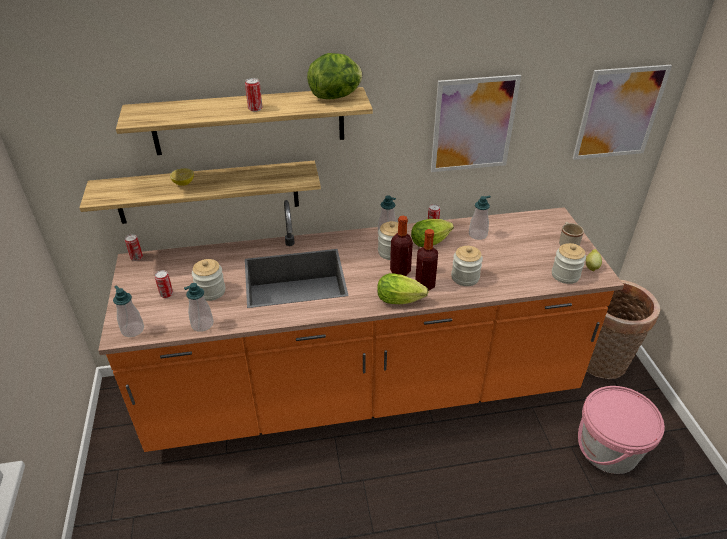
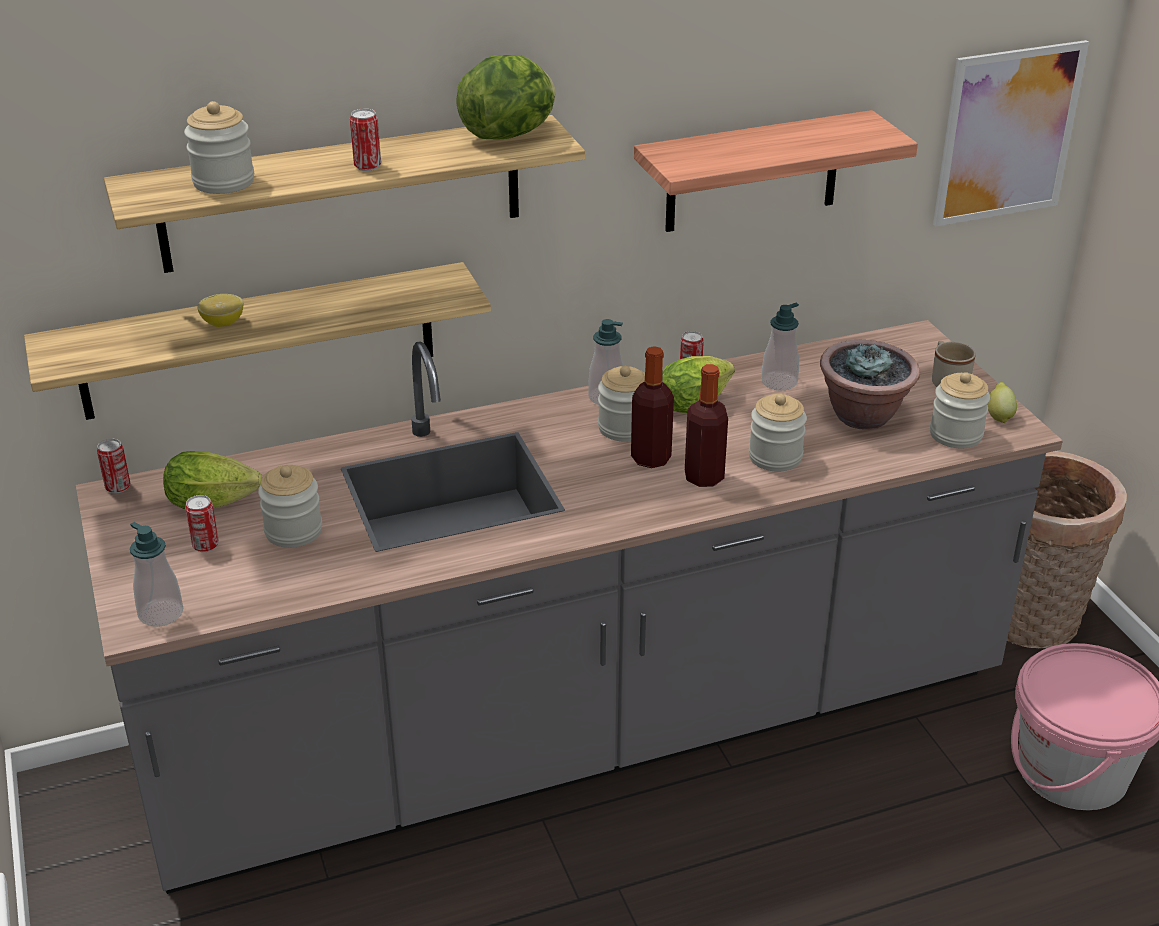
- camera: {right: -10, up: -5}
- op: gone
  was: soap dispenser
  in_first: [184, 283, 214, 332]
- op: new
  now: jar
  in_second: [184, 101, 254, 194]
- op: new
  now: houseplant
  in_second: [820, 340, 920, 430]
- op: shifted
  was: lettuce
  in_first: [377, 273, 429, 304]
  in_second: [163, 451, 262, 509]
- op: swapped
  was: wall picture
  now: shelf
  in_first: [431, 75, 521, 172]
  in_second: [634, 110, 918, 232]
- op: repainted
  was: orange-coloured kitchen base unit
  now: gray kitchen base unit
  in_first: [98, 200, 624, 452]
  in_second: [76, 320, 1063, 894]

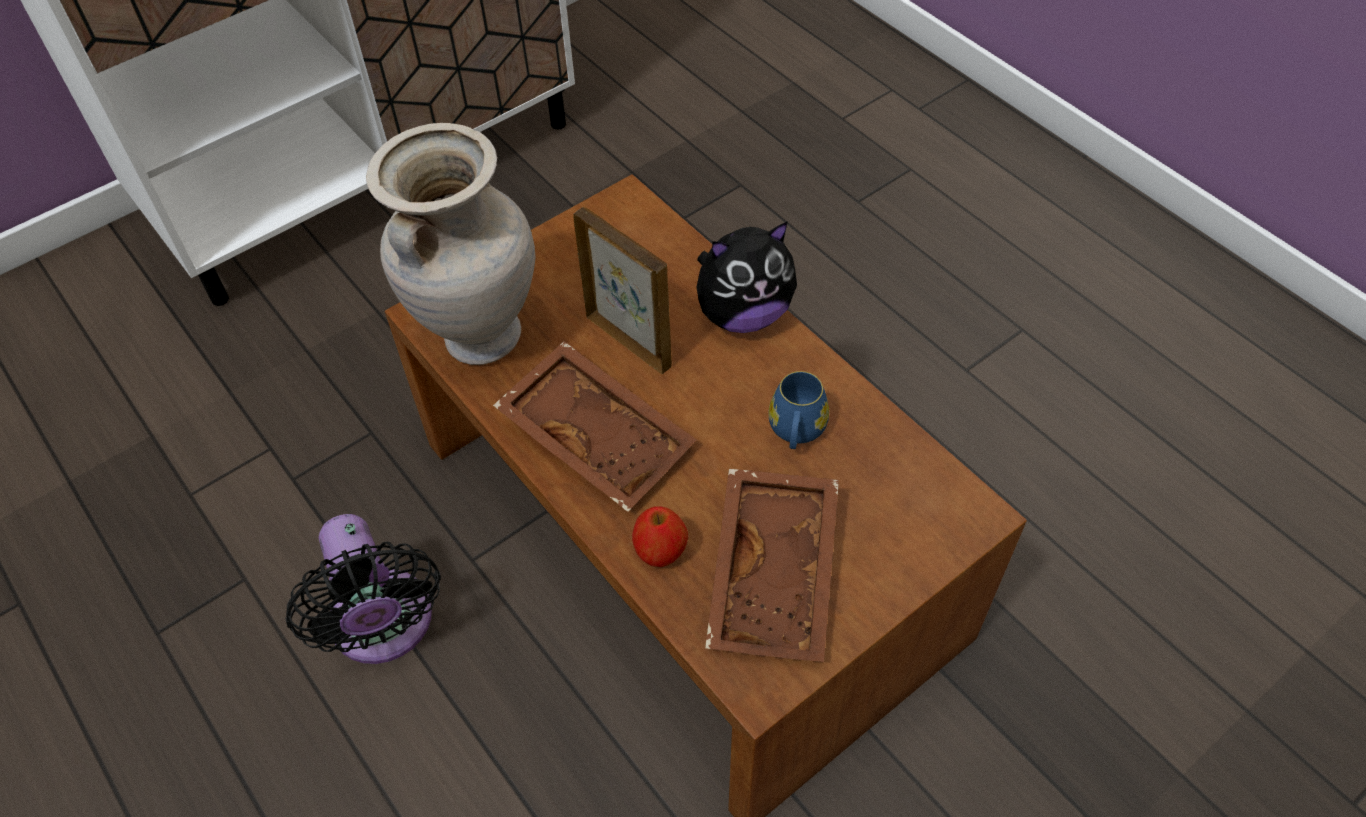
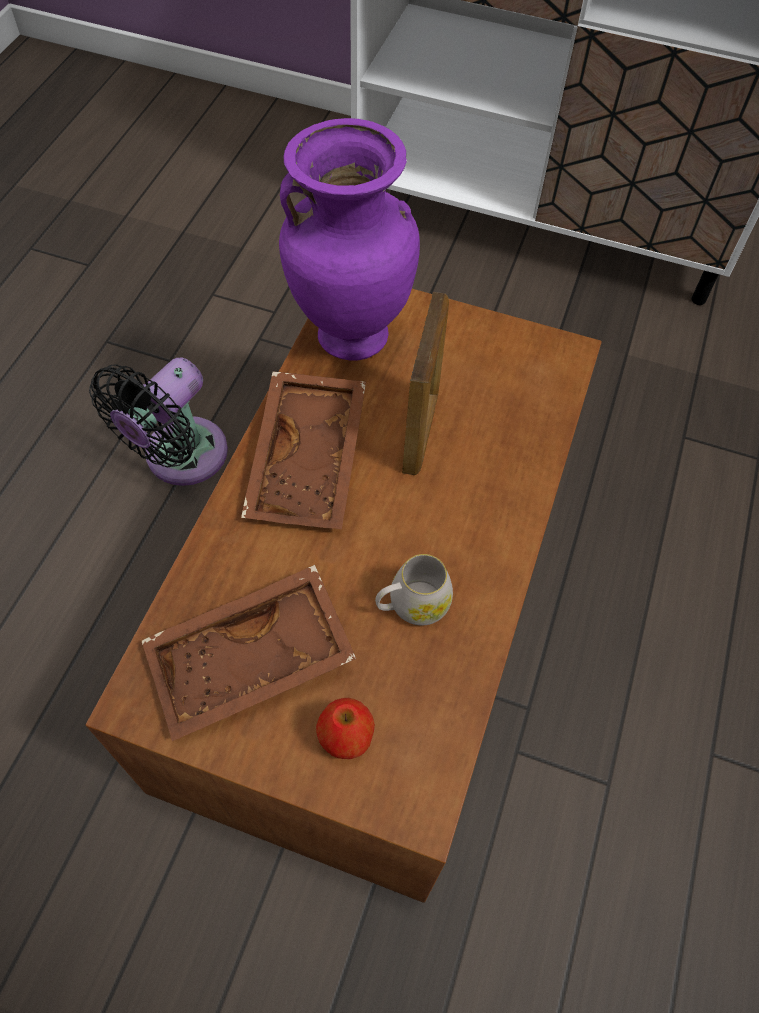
- camera: {right: 55, up: 5}
- op: gone
  was: plush toy
  in_first: [697, 221, 797, 333]
- op: shifted
  was: apple fruit
  in_first: [632, 506, 688, 567]
  in_second: [316, 698, 375, 759]
- op: repainted
  was: sand-coloured decorative vase
  now: purplish decorative vase
  in_first: [366, 123, 536, 365]
  in_second: [279, 118, 420, 361]
- op: repainted
  was: bluish tea mug
  now: whitish tea mug
  in_first: [769, 371, 829, 449]
  in_second: [375, 554, 453, 625]

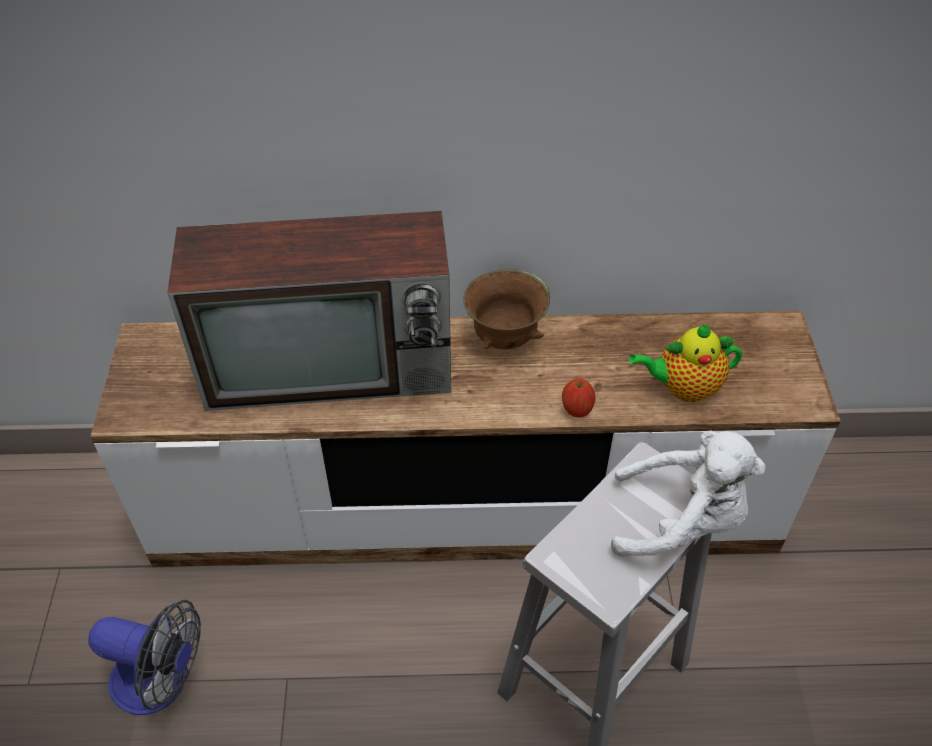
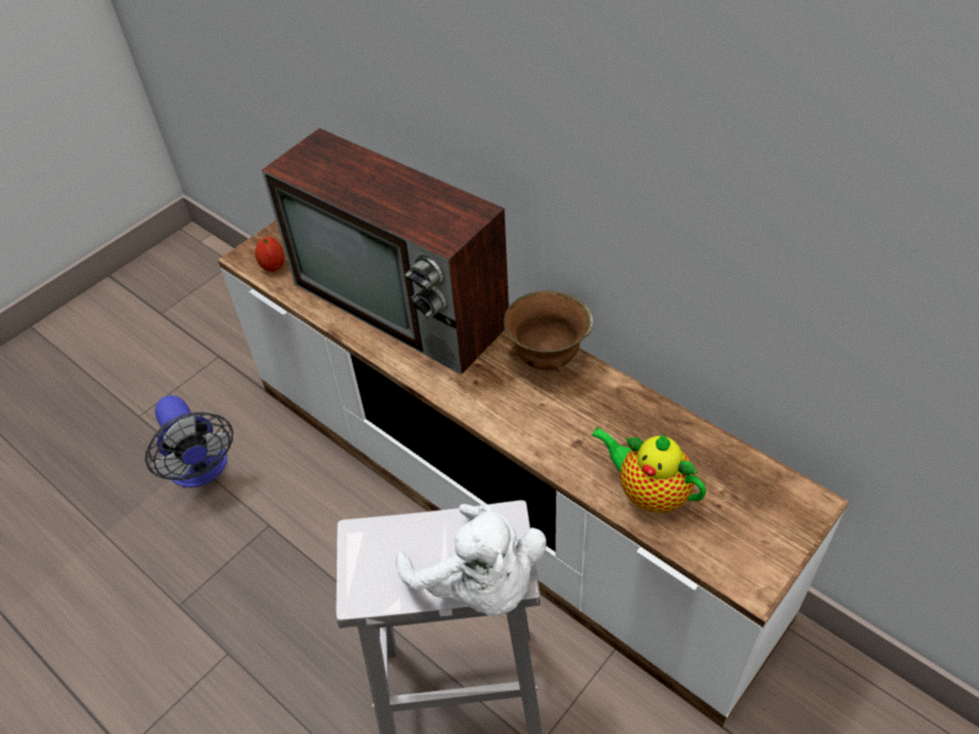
- camera: {right: 45, up: 0}
- op: shifted
  was: apple fruit
  in_first: [562, 378, 596, 418]
  in_second: [255, 236, 284, 272]

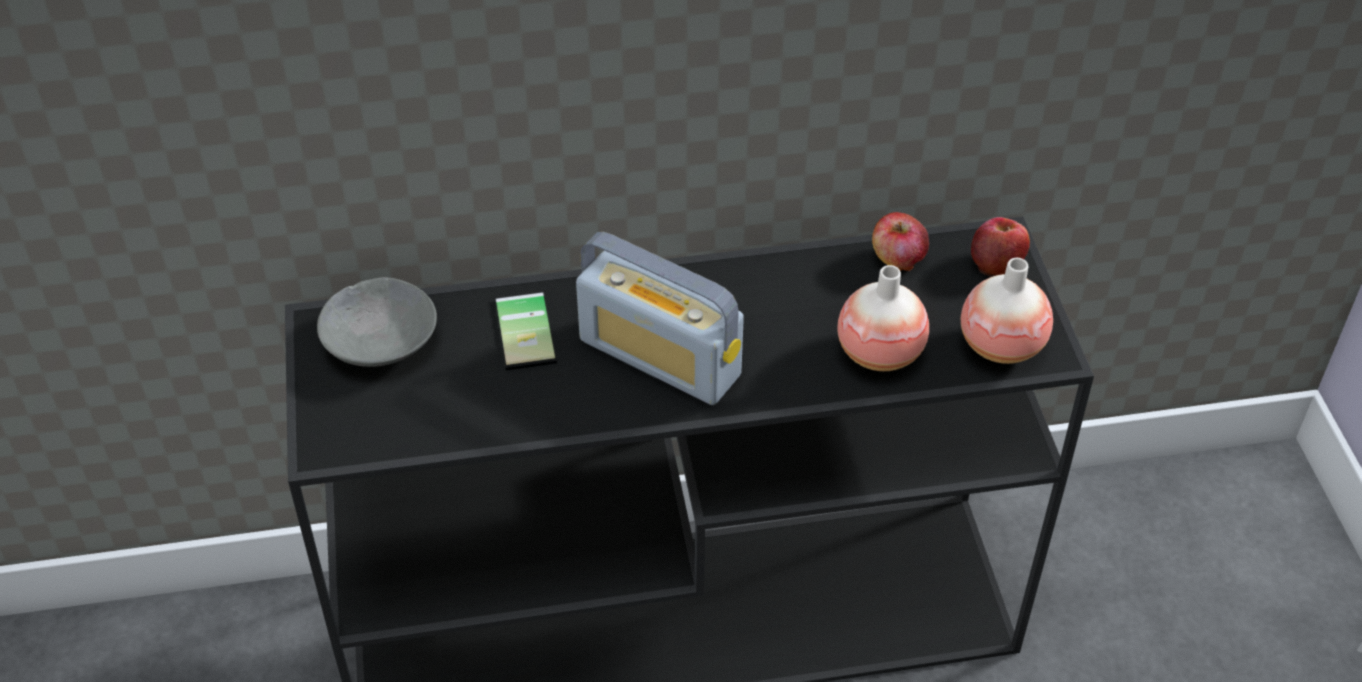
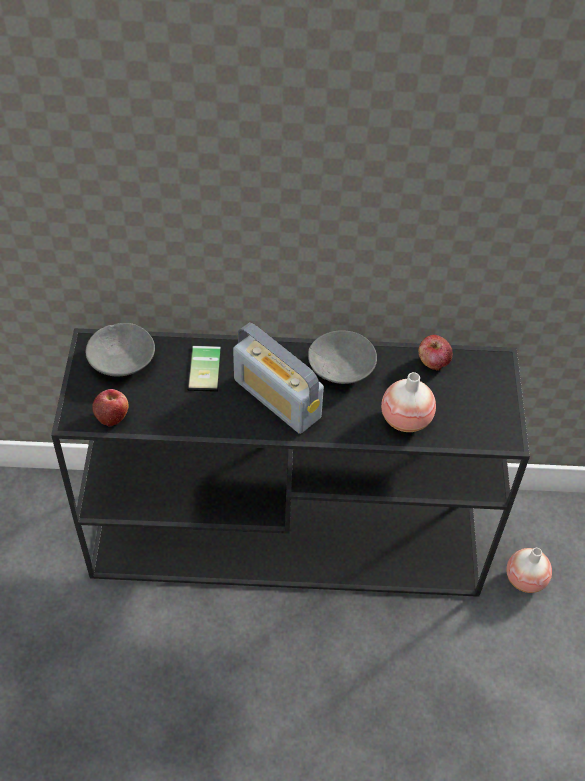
- camera: {right: 10, up: 5}
- op: new
  now: gray bowl
  in_second: [308, 330, 377, 384]
- op: shifted
  was: decorative vase
  in_first: [961, 258, 1053, 364]
  in_second: [507, 548, 552, 593]
- op: shifted
  was: apple fruit
  in_first: [971, 217, 1030, 276]
  in_second: [92, 389, 129, 426]

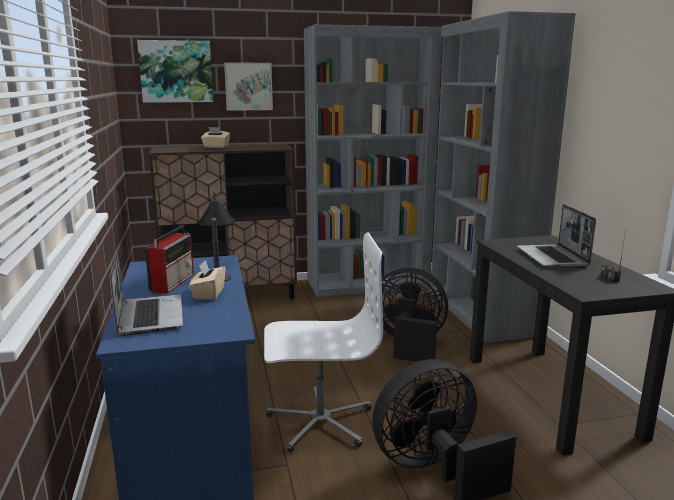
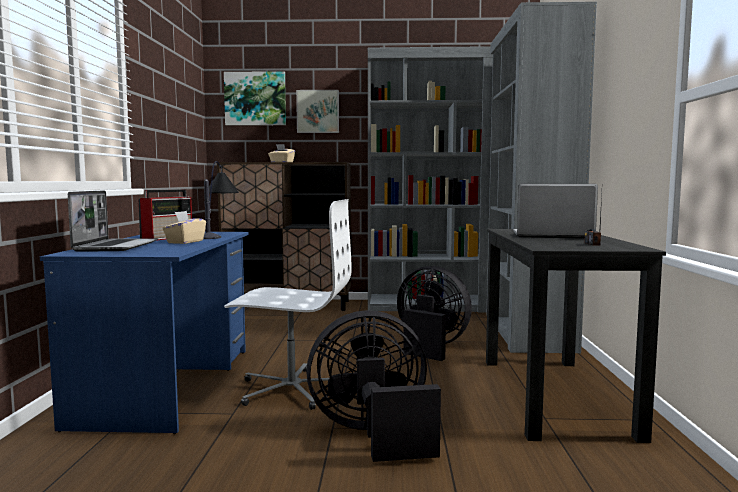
- camera: {right: 15, up: -10}
- op: rotated
  was: laptop
  in_first: [517, 204, 596, 268]
  in_second: [513, 184, 598, 239]
  clockwise: 90

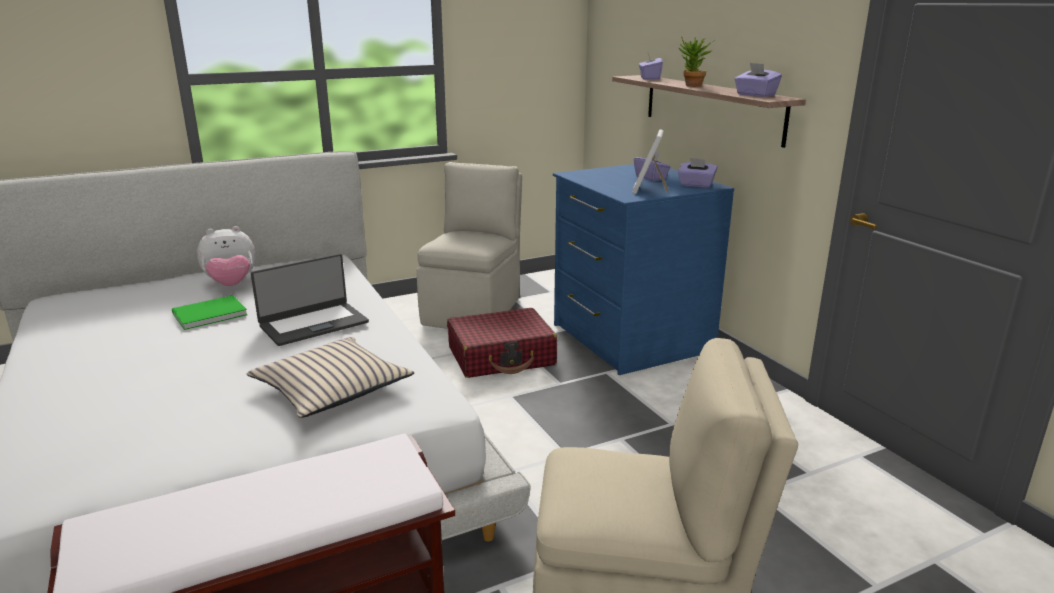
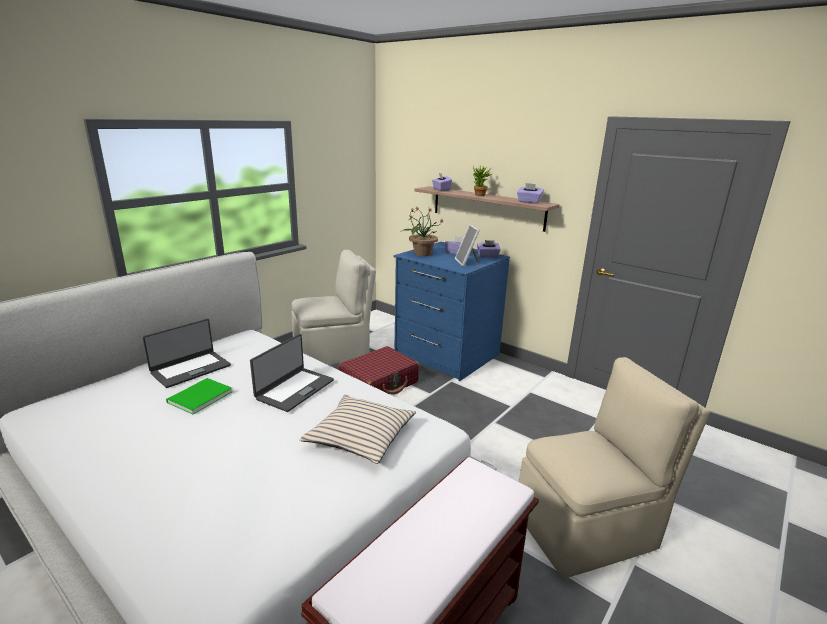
- camera: {right: -25, up: 0}
- op: new
  now: houseplant
  in_second: [402, 206, 444, 256]
- op: swapped
  was: plush toy
  now: laptop
  in_first: [197, 226, 256, 286]
  in_second: [142, 319, 231, 388]
- op: rotated
  was: sand-coloured upright chair
  in_first: [417, 162, 522, 329]
  in_second: [291, 250, 376, 365]
  clockwise: 75

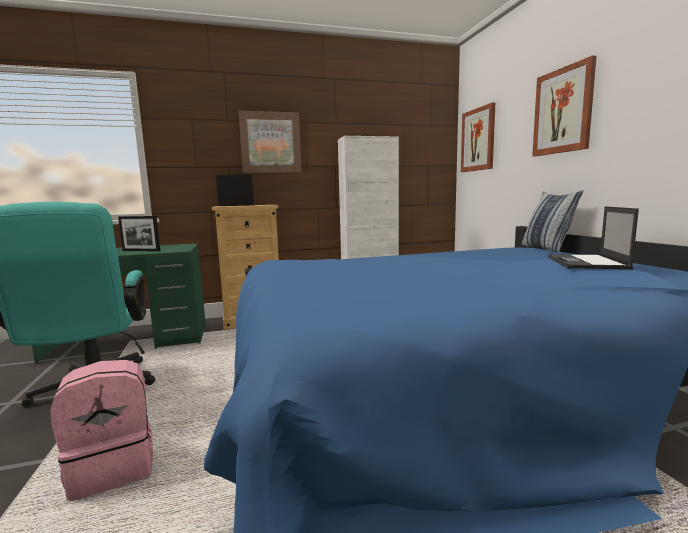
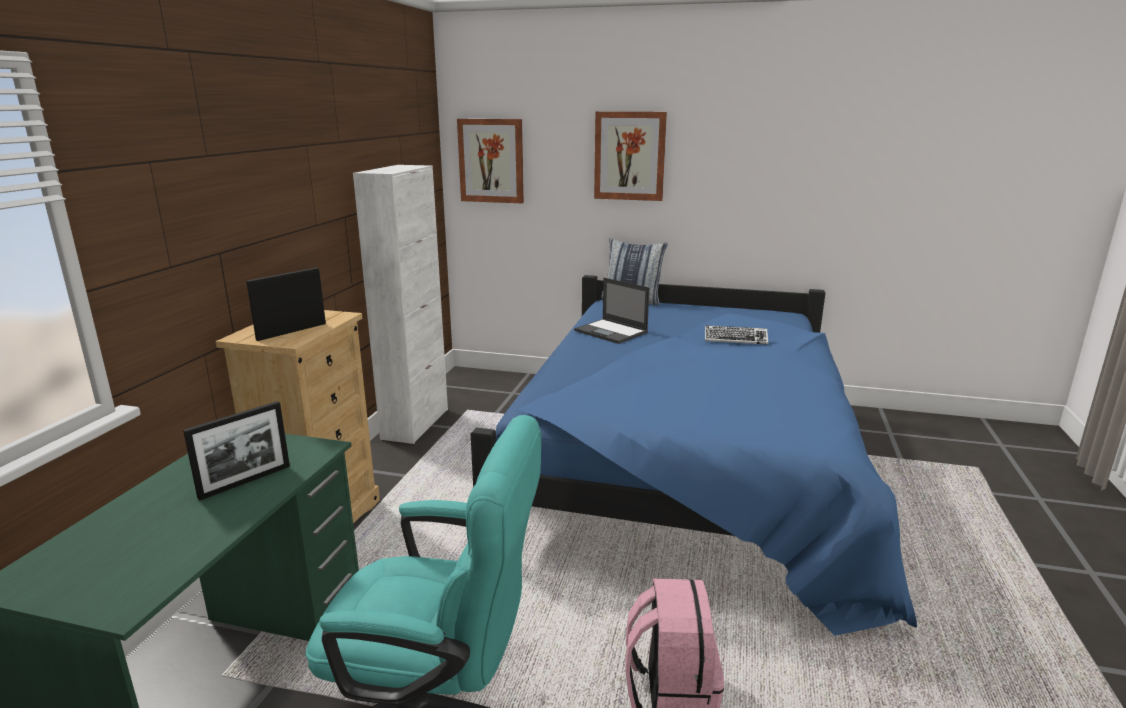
- camera: {right: -60, up: 10}
- op: gone
  was: wall picture
  in_first: [239, 111, 301, 173]
- op: new
  now: computer keyboard
  in_second: [705, 325, 768, 345]
- op: shifted
  was: laptop
  in_first: [548, 206, 639, 269]
  in_second: [574, 278, 649, 344]

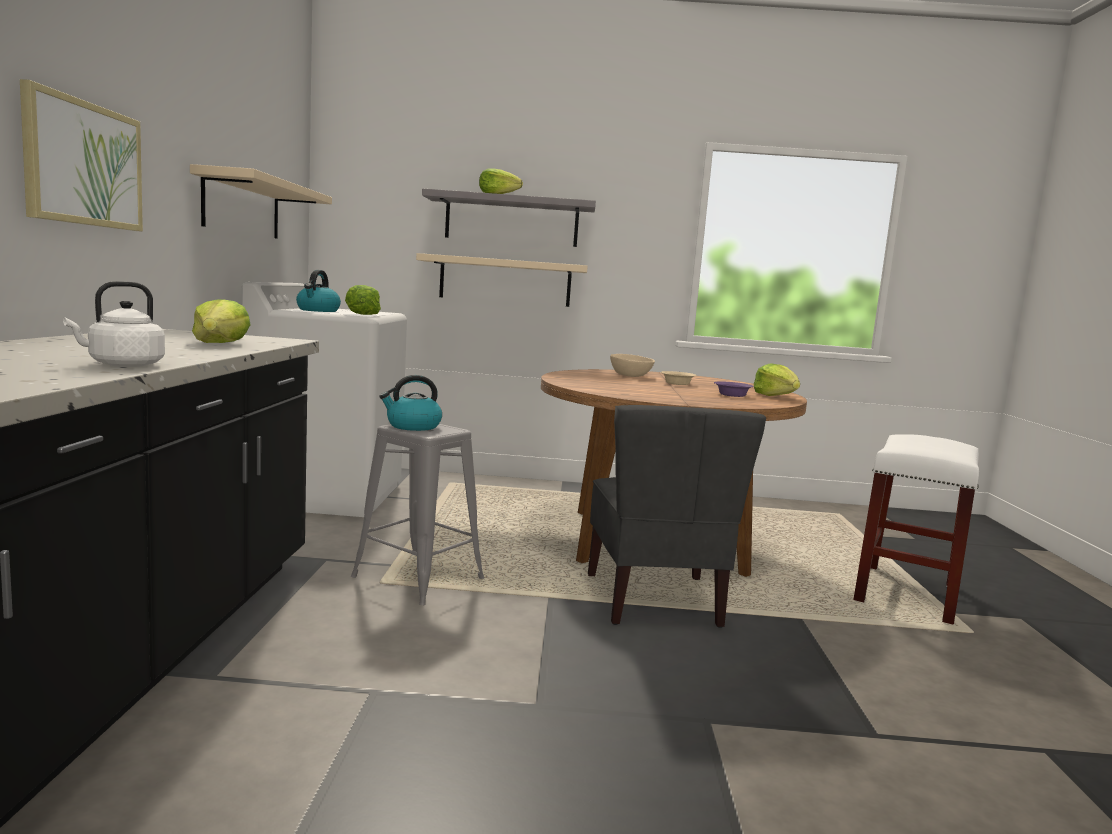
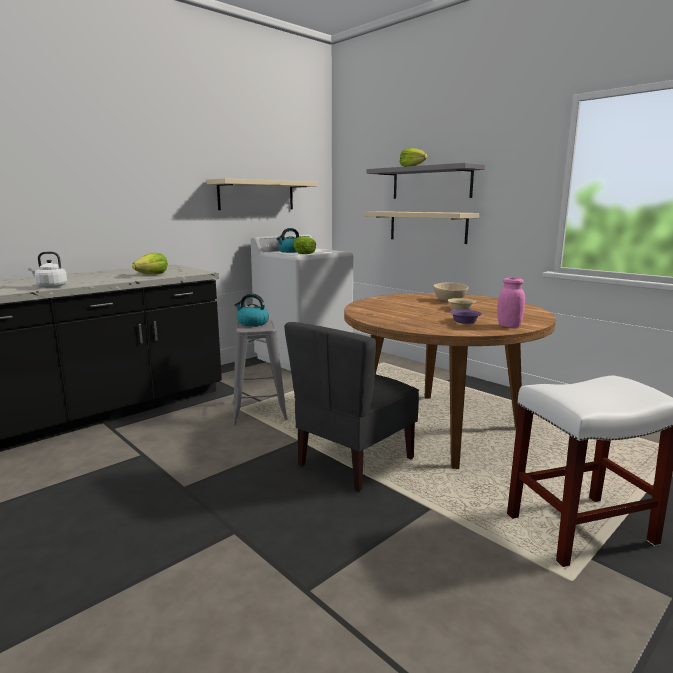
- camera: {right: 45, up: 5}
- op: gone
  was: wall picture
  in_first: [20, 79, 143, 231]
- op: swapped
  was: lettuce
  now: pink-coloured jar
  in_first: [754, 363, 800, 396]
  in_second: [497, 278, 525, 328]

